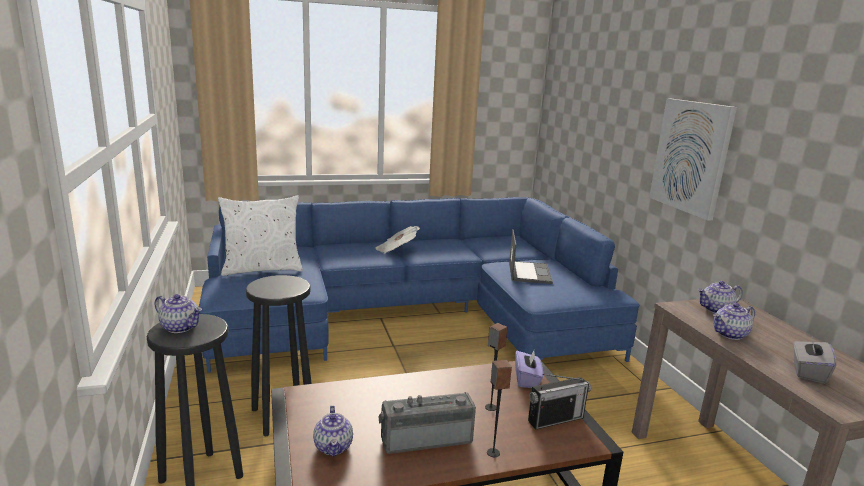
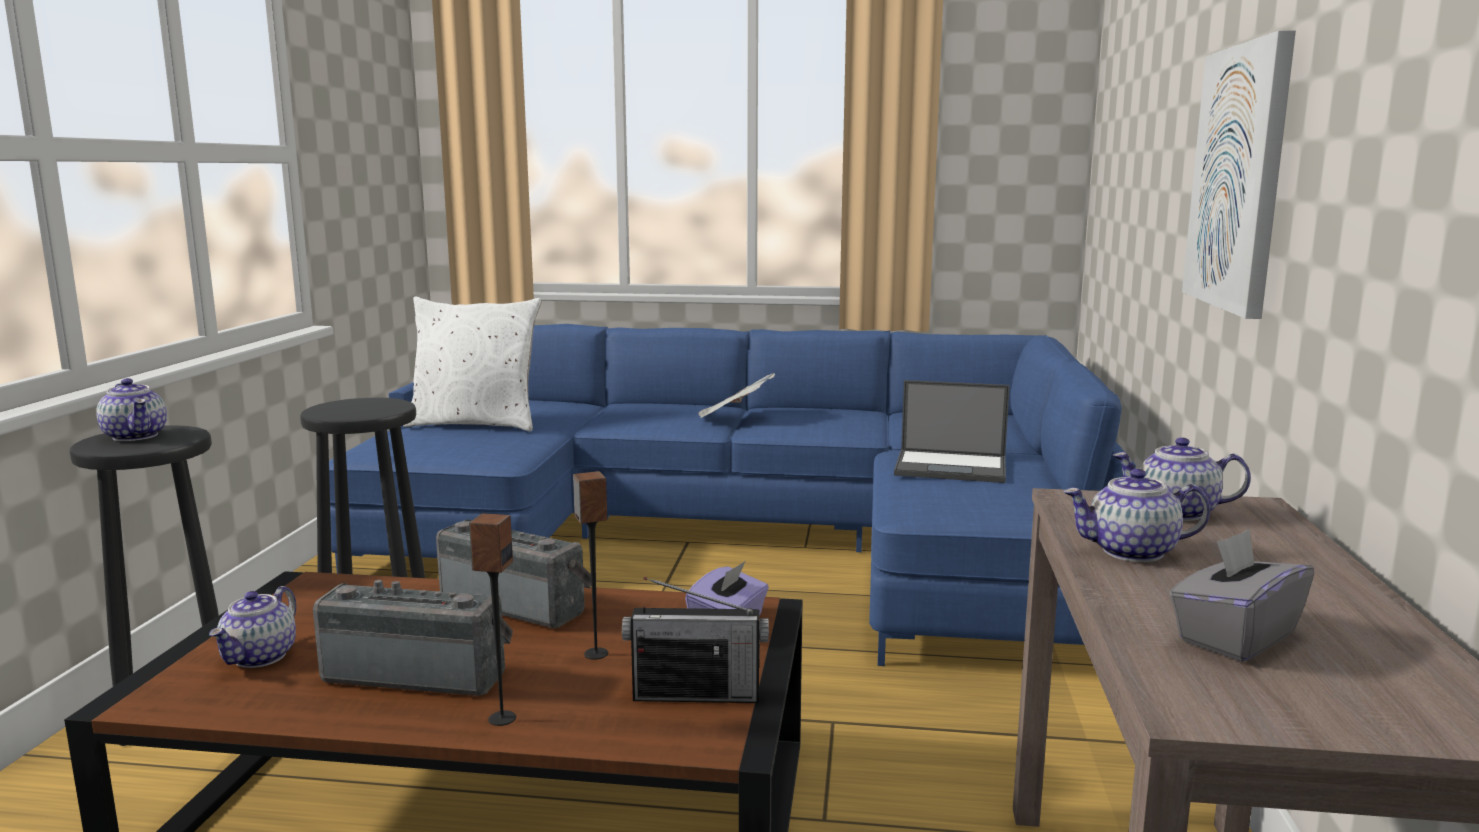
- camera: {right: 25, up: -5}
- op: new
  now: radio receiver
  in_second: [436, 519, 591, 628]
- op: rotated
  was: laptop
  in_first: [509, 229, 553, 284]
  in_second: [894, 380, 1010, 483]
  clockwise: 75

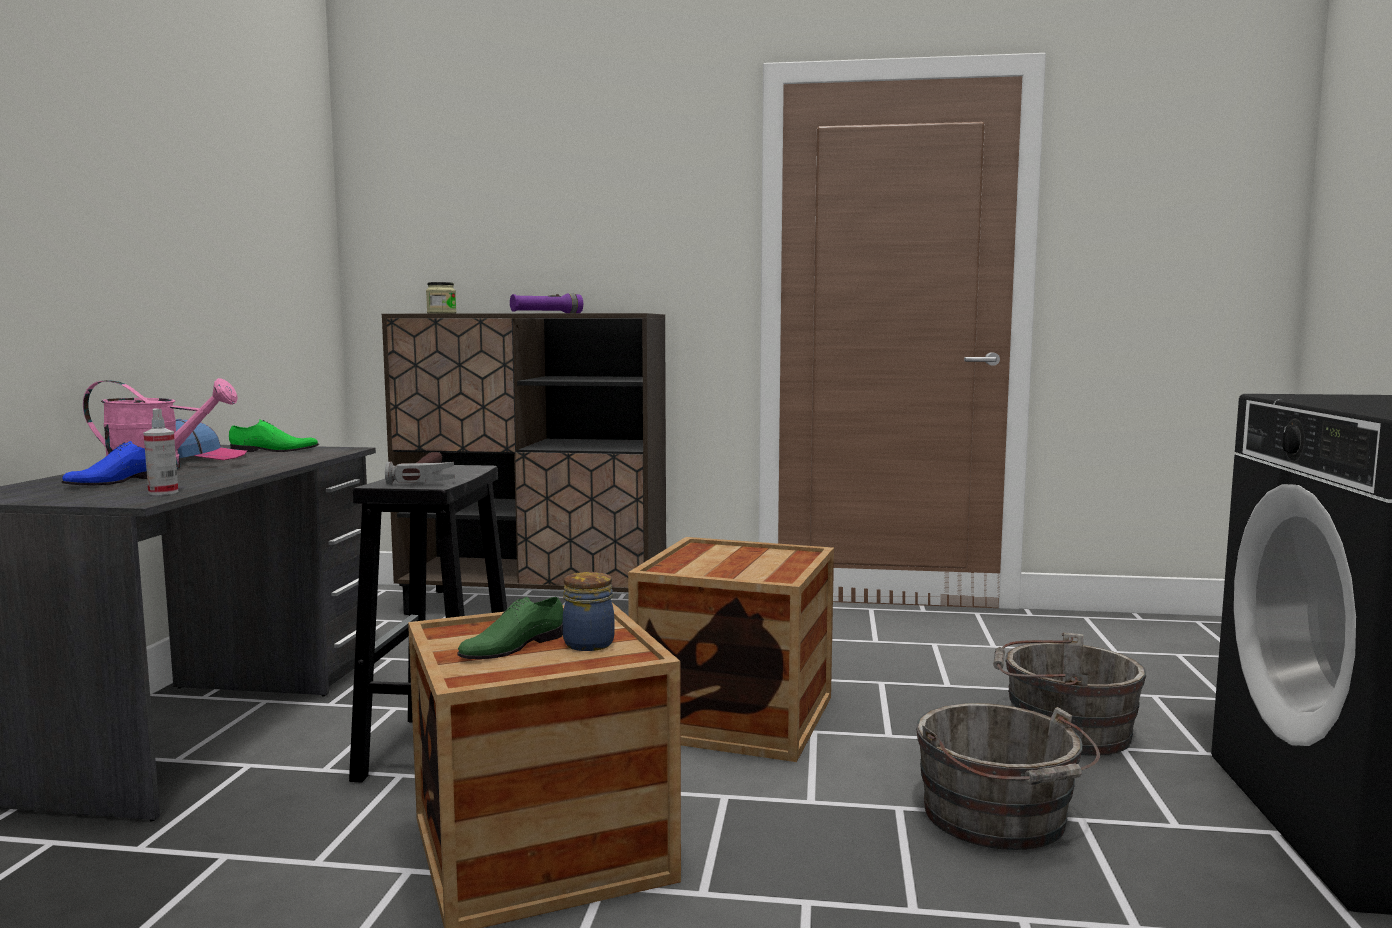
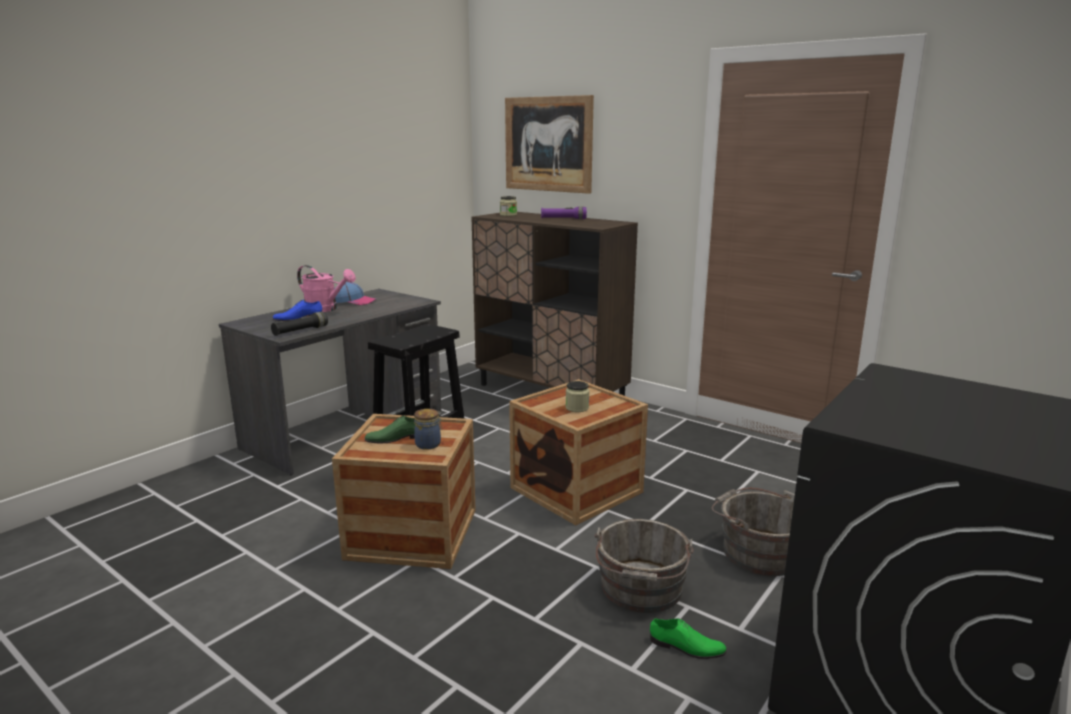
- camera: {right: 30, up: 10}
- op: gone
  was: tool hammer
  in_first: [385, 452, 455, 484]
- op: new
  now: wall picture
  in_second: [505, 95, 594, 194]
- op: new
  now: jar
  in_second: [565, 381, 589, 412]
- op: shifted
  was: greenish item of footwear
  in_first: [229, 420, 319, 452]
  in_second: [650, 618, 727, 659]
- op: swapped
  was: spray bottle
  now: blackish flashlight
  in_first: [144, 408, 178, 495]
  in_second: [271, 312, 328, 336]

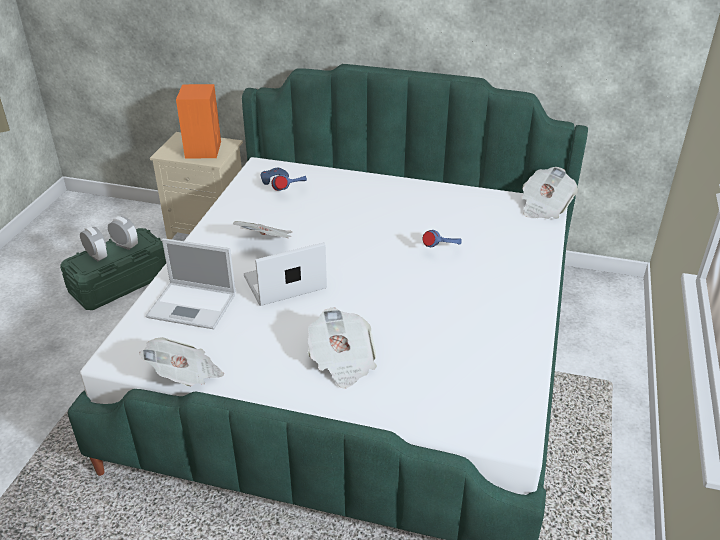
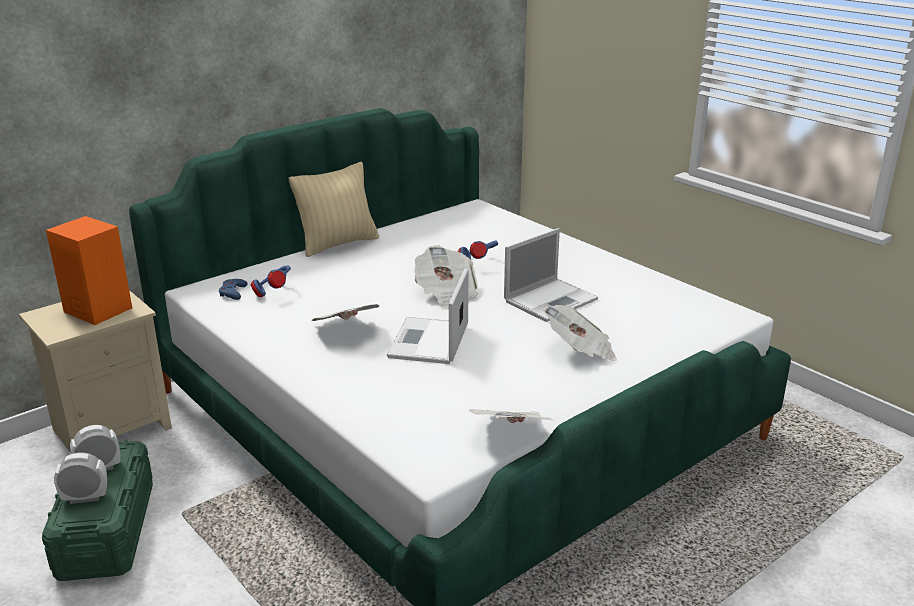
- camera: {right: -55, up: -10}
- op: new
  now: sand-coloured cushion
  in_second: [289, 162, 379, 257]
- op: shifted
  was: laptop
  in_first: [146, 238, 236, 329]
  in_second: [504, 228, 598, 322]
- op: shifted
  was: printed paper
  in_first: [521, 167, 578, 219]
  in_second: [414, 245, 478, 309]

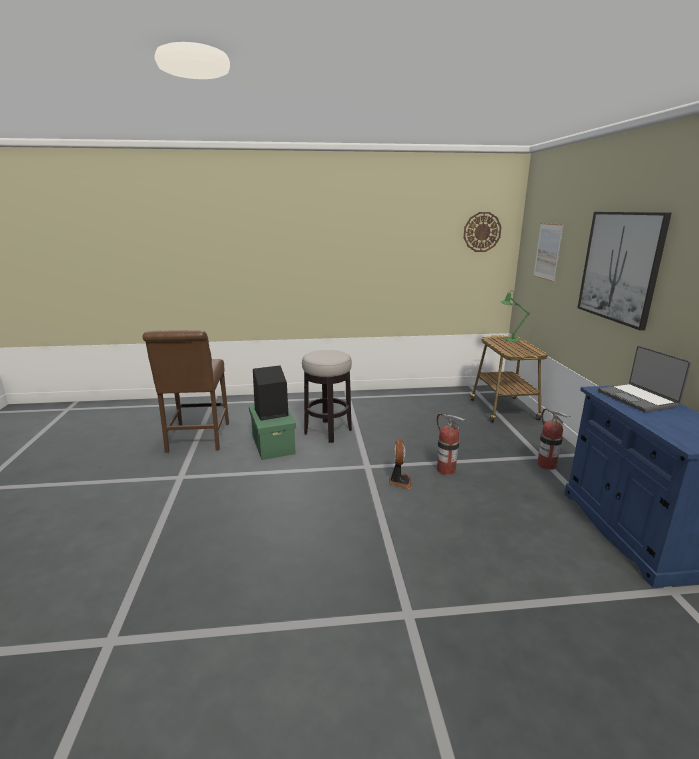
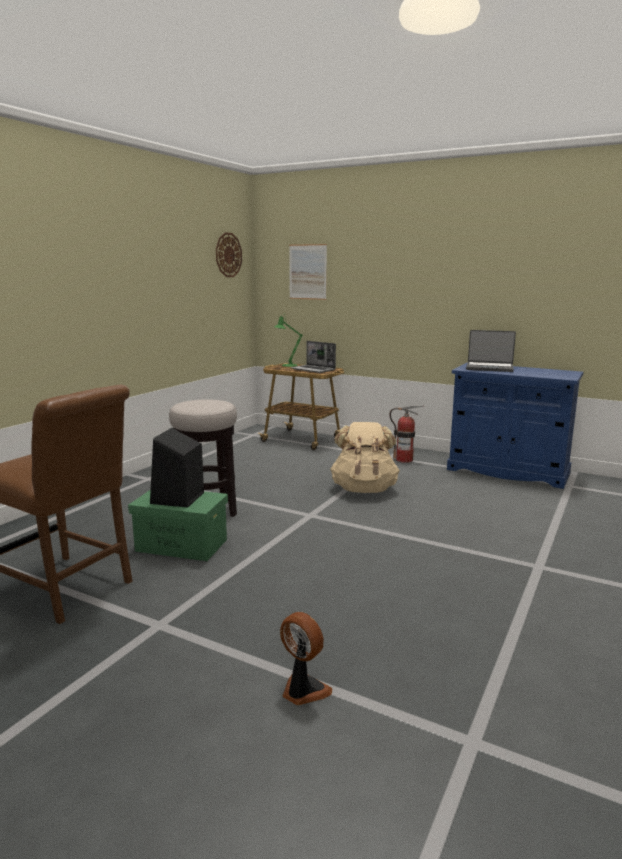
- camera: {right: -55, up: -5}
- op: gone
  was: wall picture
  in_first: [578, 212, 672, 331]
- op: new
  now: laptop
  in_second: [291, 341, 336, 373]
- op: shifted
  was: electric fan
  in_first: [389, 440, 411, 489]
  in_second: [280, 612, 332, 705]
- op: swapped
  was: fire extinguisher
  now: sand-coloured knapsack
  in_first: [437, 413, 465, 475]
  in_second: [330, 422, 400, 493]

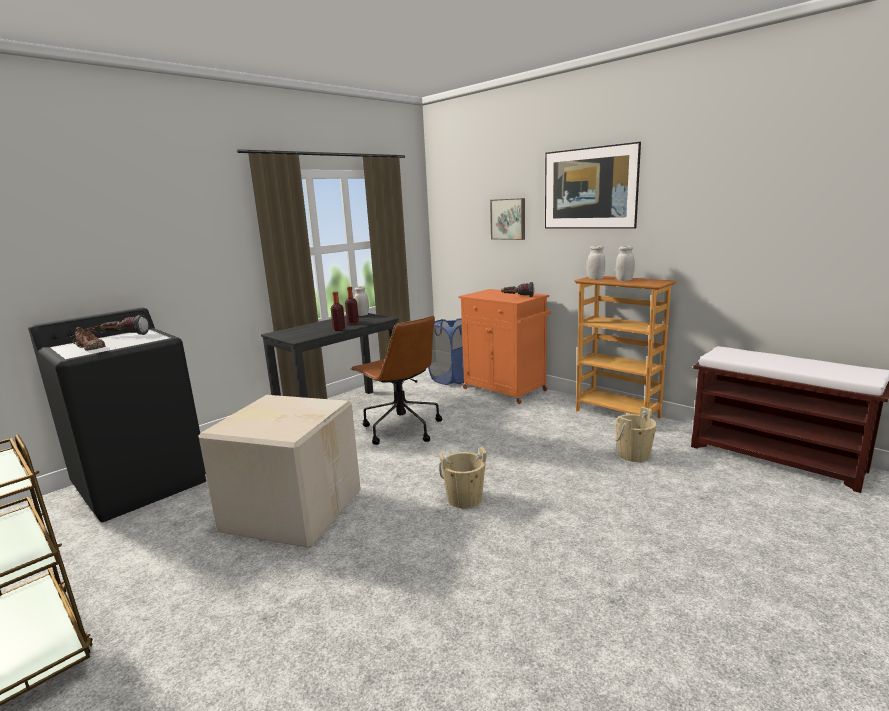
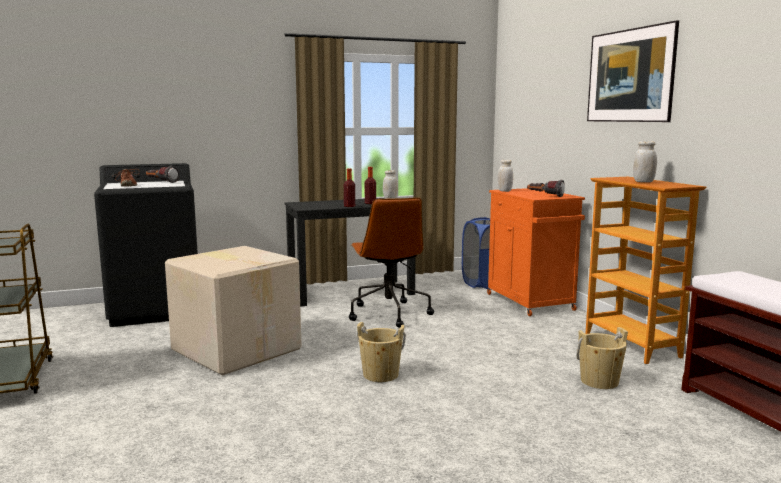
- camera: {right: 25, up: -5}
- op: gone
  was: wall picture
  in_first: [490, 198, 525, 240]
- op: shifted
  was: whitish jar
  in_first: [587, 246, 605, 280]
  in_second: [498, 160, 513, 192]

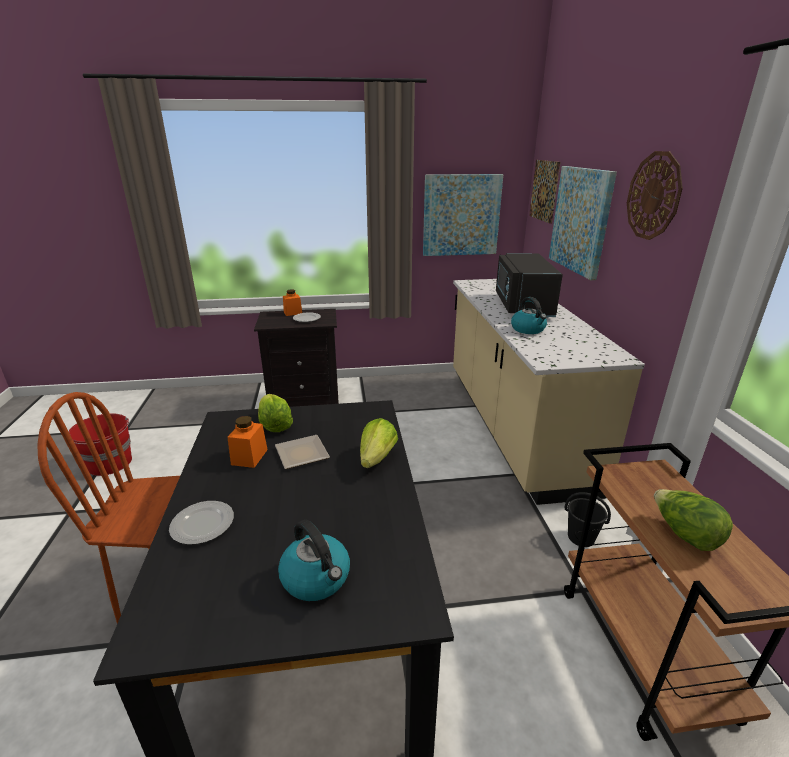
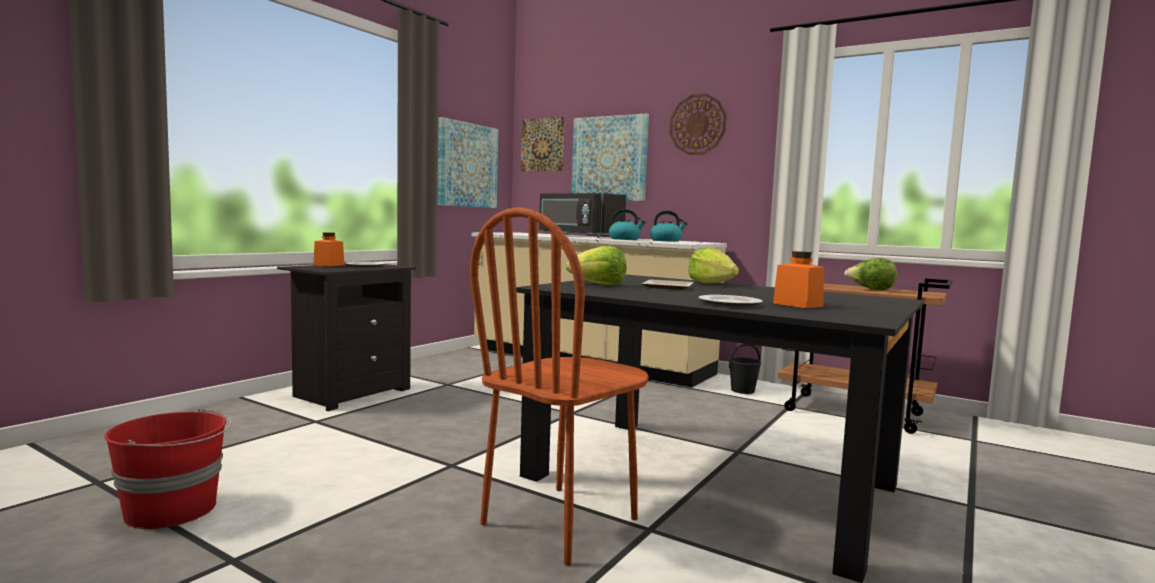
- camera: {right: -50, up: -20}
- op: shifted
  was: orange-coloured jar
  in_first: [227, 416, 268, 468]
  in_second: [773, 251, 824, 308]
- op: shifted
  was: tea kettle
  in_first: [278, 520, 350, 601]
  in_second: [650, 210, 687, 242]

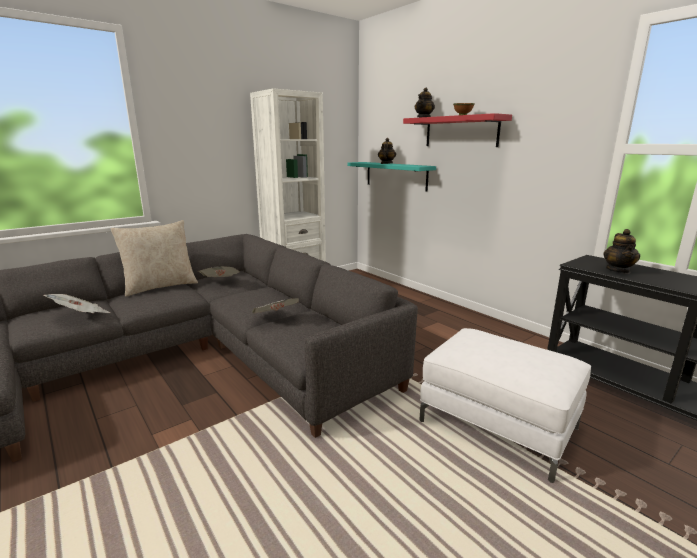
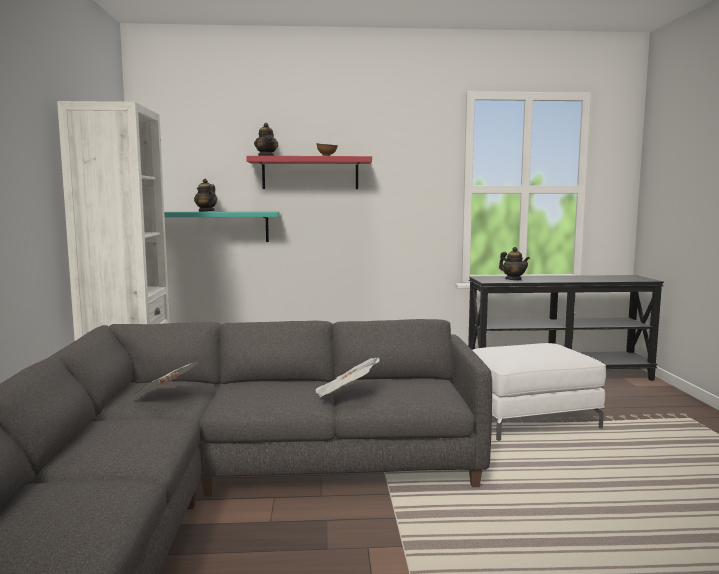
- camera: {right: -55, up: -10}
- op: gone
  was: printed paper
  in_first: [44, 294, 111, 313]
- op: gone
  was: sand-coloured cushion
  in_first: [111, 220, 198, 297]

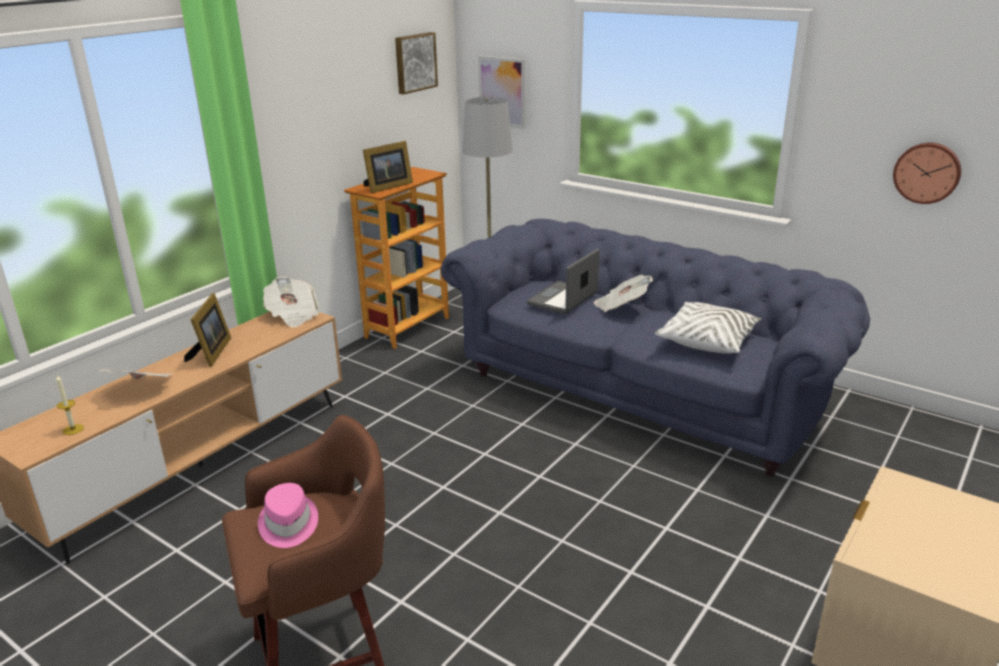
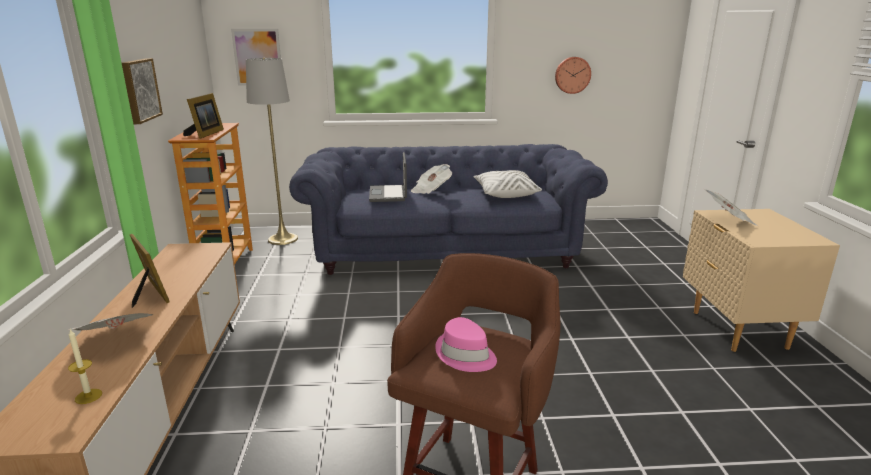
- camera: {right: -40, up: -5}
- op: shifted
  was: printed paper
  in_first: [263, 276, 319, 327]
  in_second: [704, 189, 758, 226]
- op: shifted
  was: wall picture
  in_first: [395, 32, 438, 94]
  in_second: [122, 58, 163, 124]

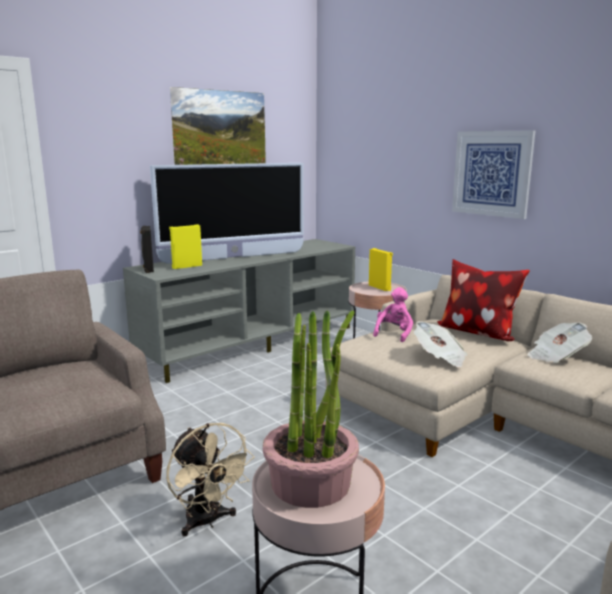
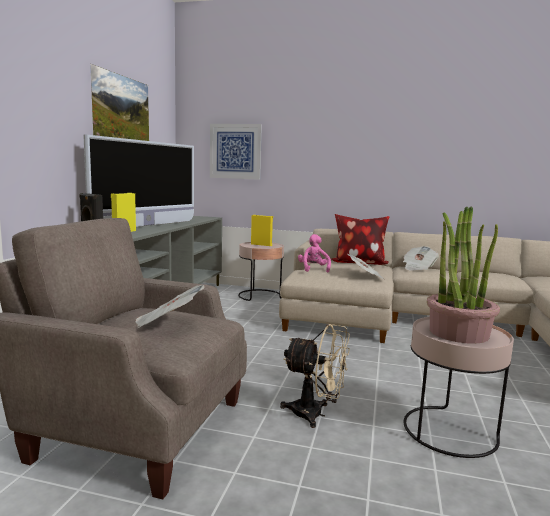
- camera: {right: -35, up: -5}
- op: new
  now: printed paper
  in_second: [136, 285, 204, 328]
- op: shifted
  was: wall picture
  in_first: [452, 130, 536, 219]
  in_second: [210, 124, 262, 180]

